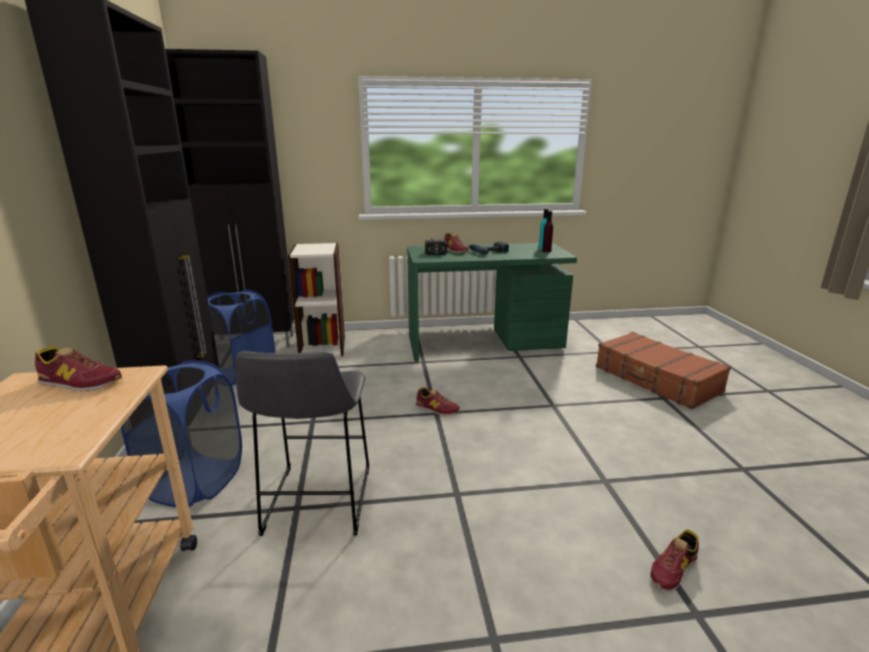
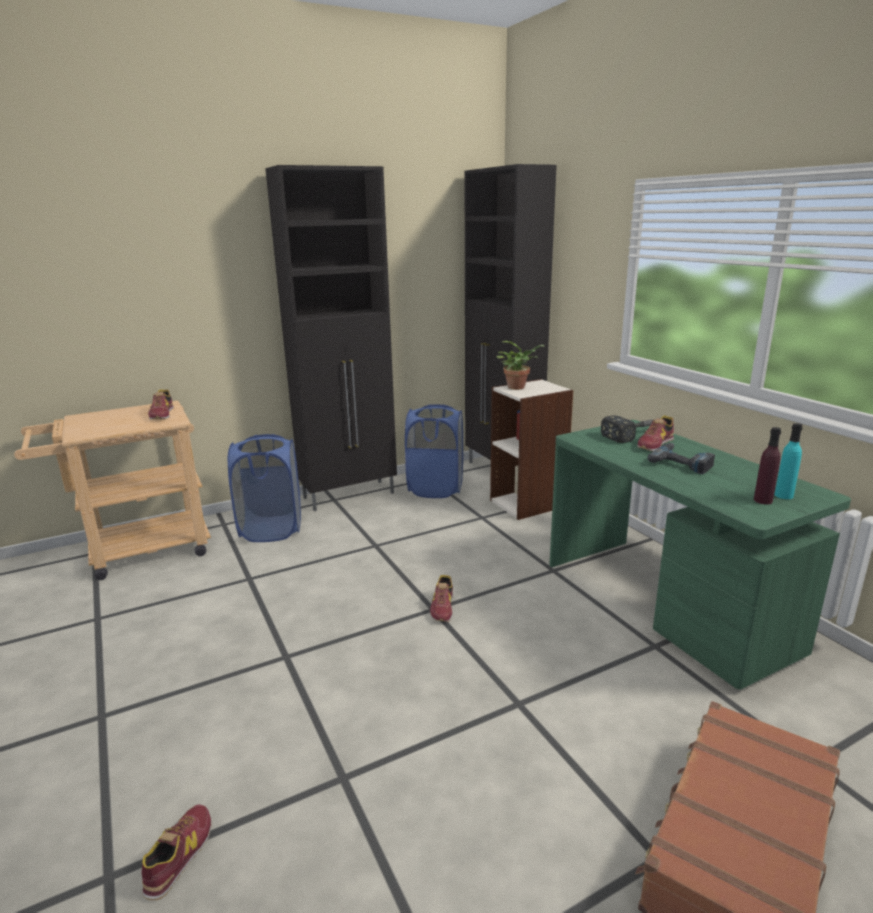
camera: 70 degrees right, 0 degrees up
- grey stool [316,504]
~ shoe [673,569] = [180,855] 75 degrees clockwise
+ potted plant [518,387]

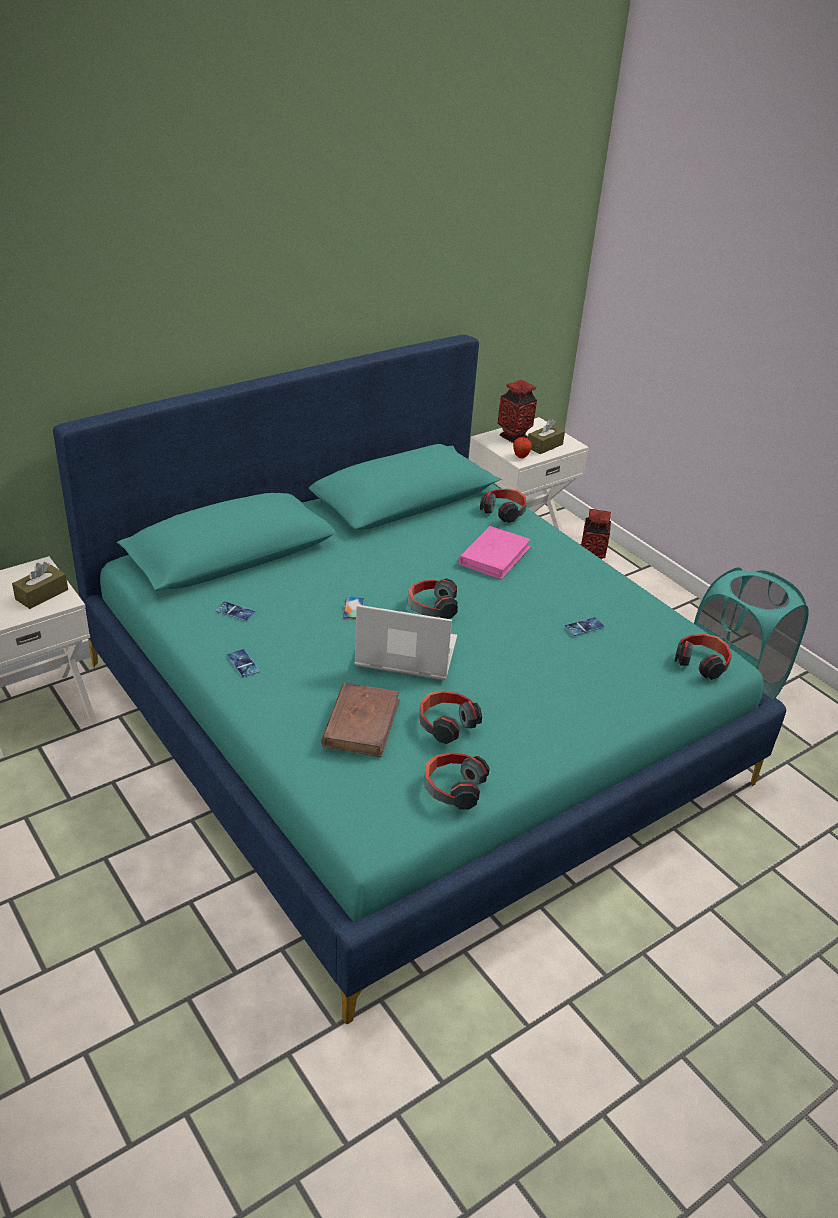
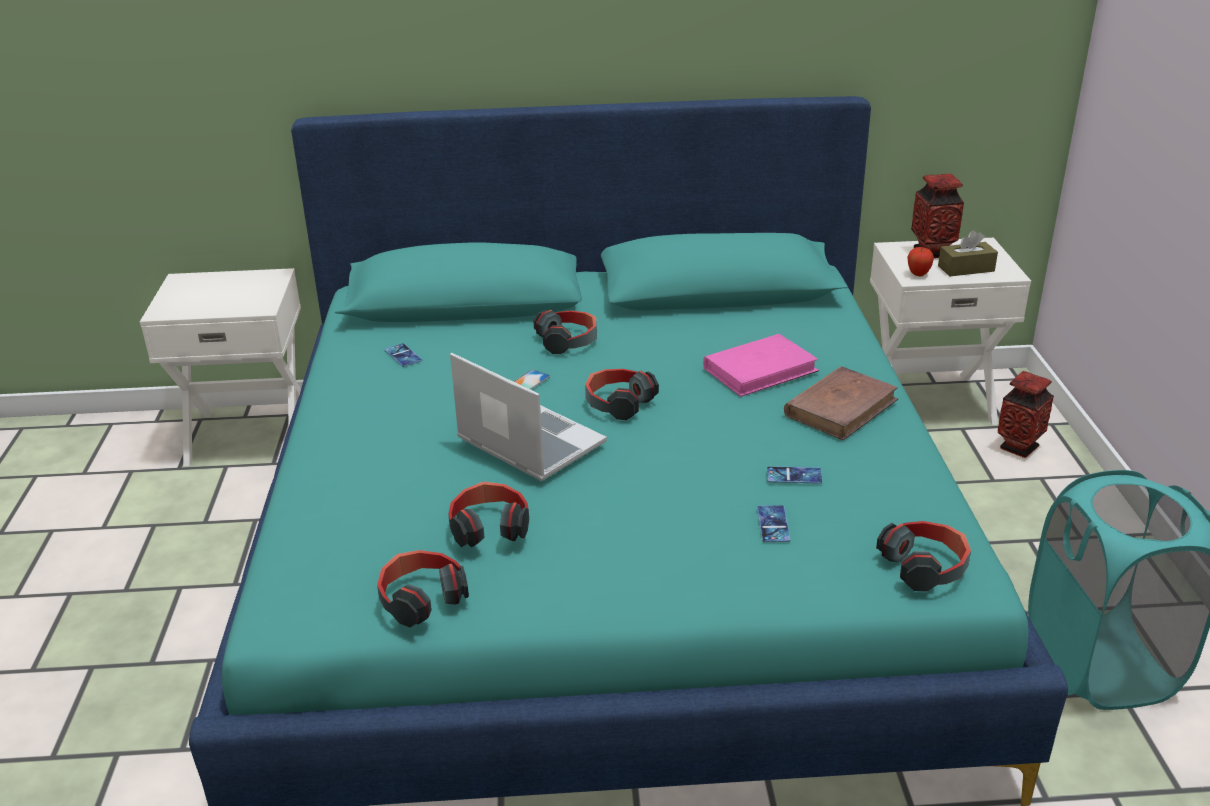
camera: 35 degrees right, 5 degrees down
~ headphones [504,511] to [568,341]
- brown tissue box [42,594]
~ phone [243,663] to [773,524]
~ brown book [361,723] to [841,408]

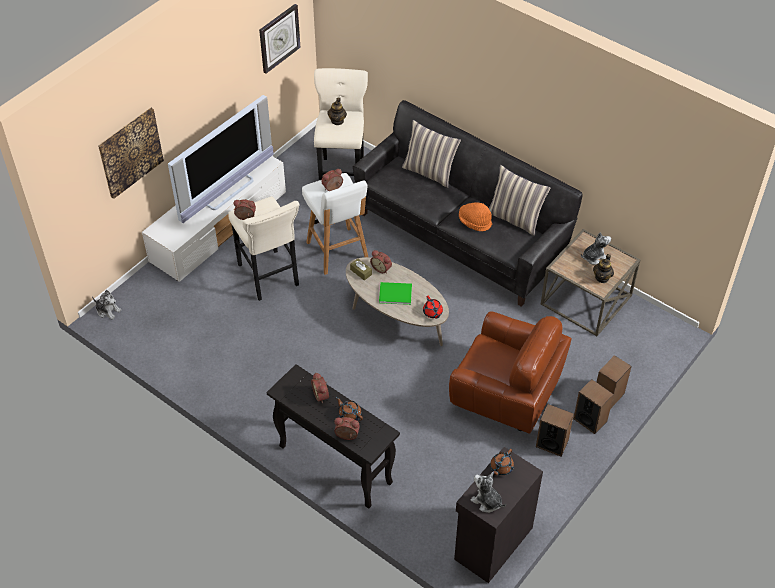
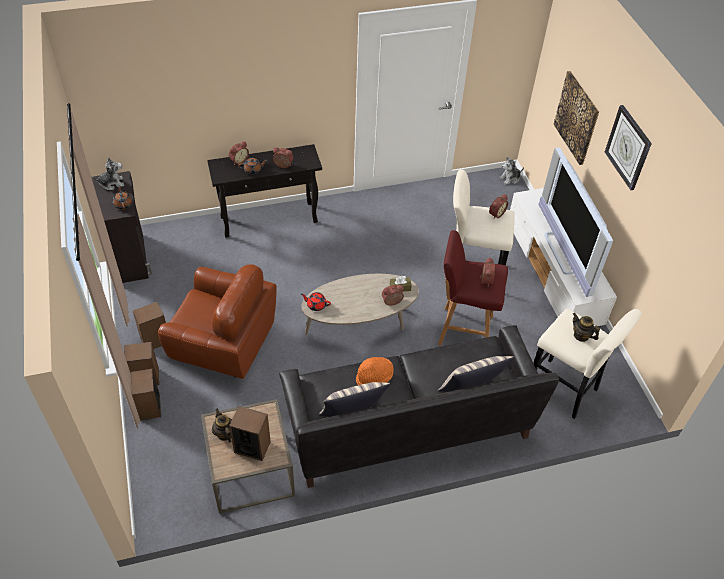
camera: 125 degrees right, 0 degrees up
~ wall clock [279,38] to [628,147]
~ white stool [338,252] to red stool [463,329]
~ plush toy [594,257] to speaker [252,447]
- green book [394,293]
~ brown armchair [506,393] = [223,343] 135 degrees counterclockwise

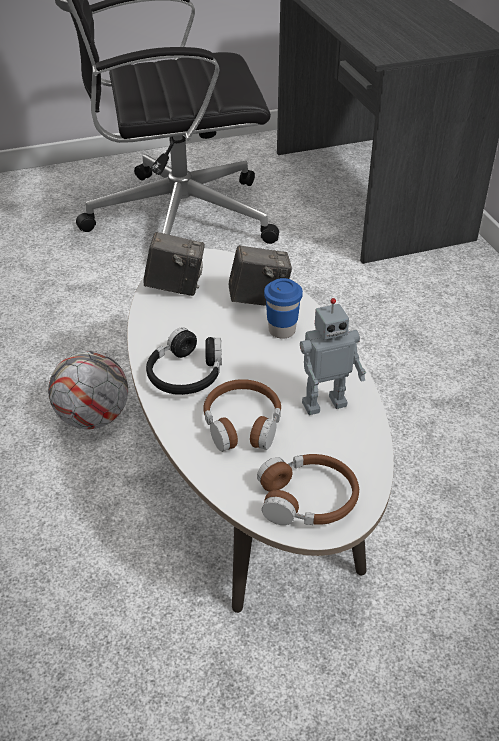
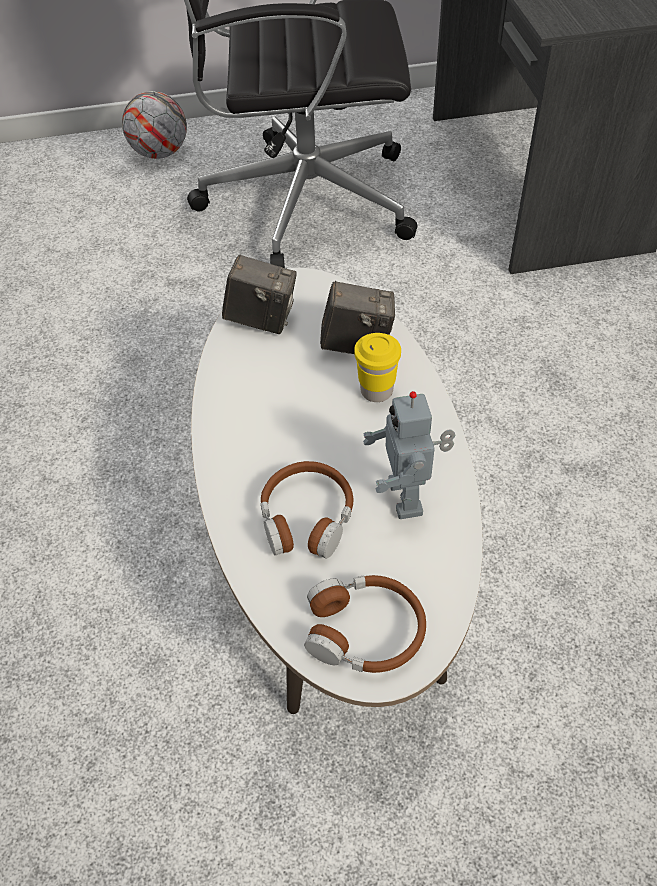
camera: 10 degrees right, 10 degrees up
~ blue cup [282,330] to yellow cup [376,391]
~ toy robot [323,403] = [408,497] 90 degrees clockwise
- black headphones [186,374]
~ football [93,417] to [160,153]

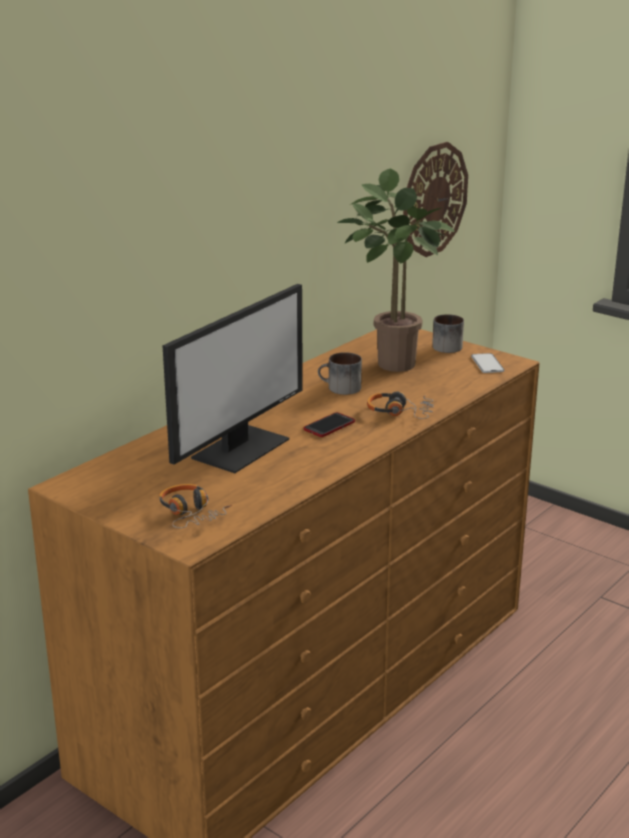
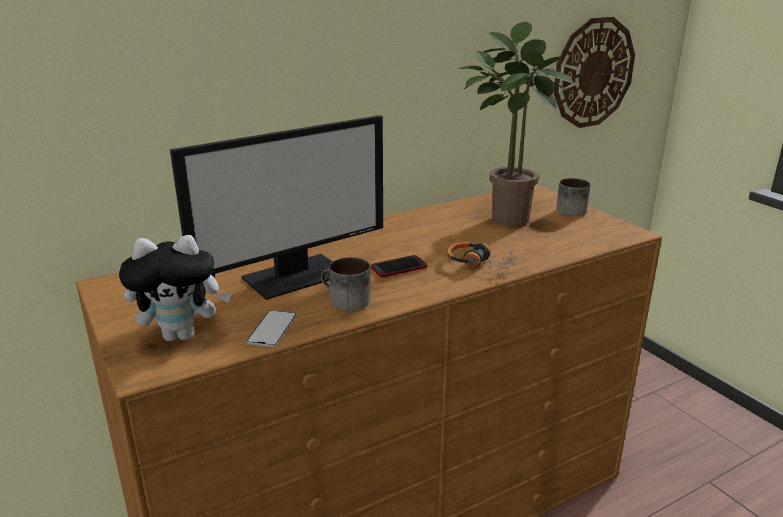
camera: 20 degrees right, 0 degrees up
~ mug [340,388] to [344,300]
~ phone [487,364] to [272,329]
~ headphones [191,513] to plush toy [182,335]

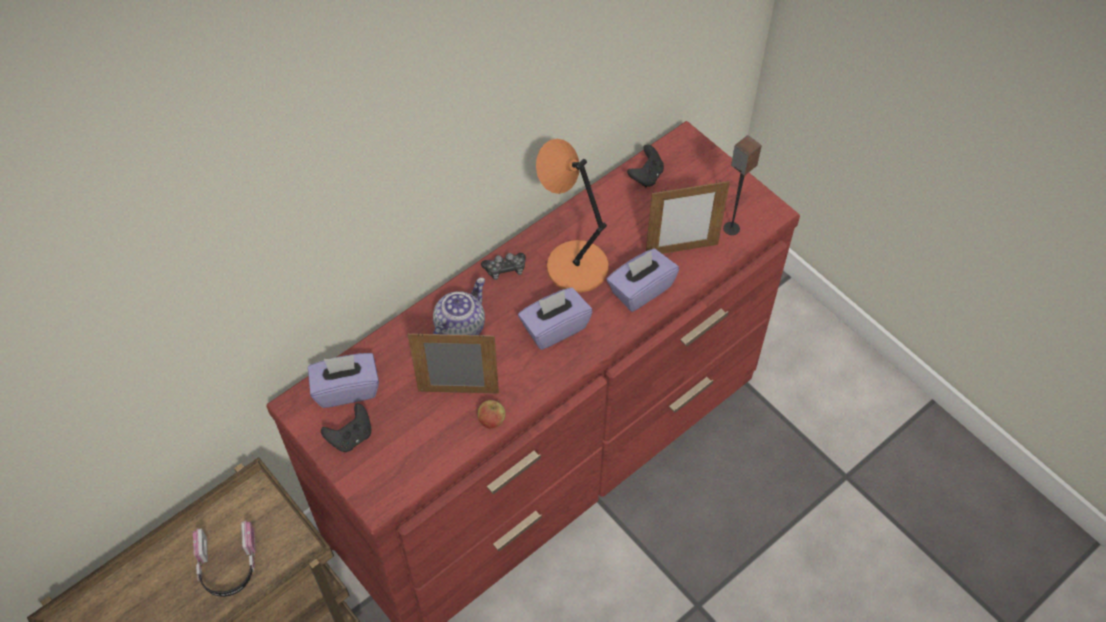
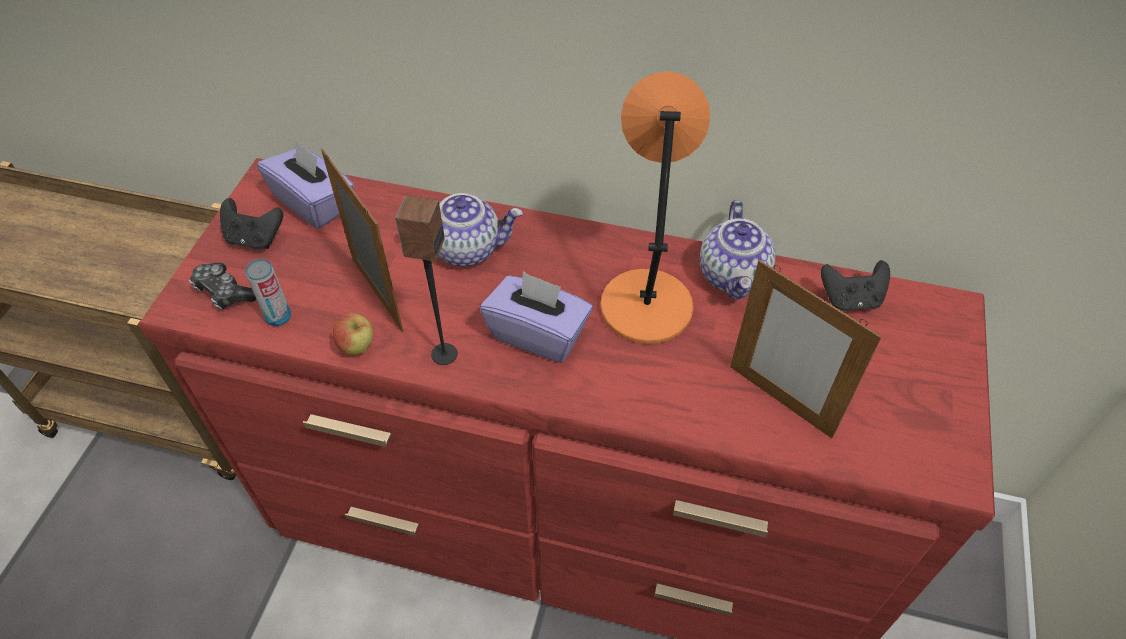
camera: 55 degrees right, 5 degrees down
~ speaker [731,228] to [443,354]
- purple tissue box [640,289]
~ game controller [505,269] to [225,292]
- headphones [228,566]
+ teapot [734,276]
+ can [278,317]

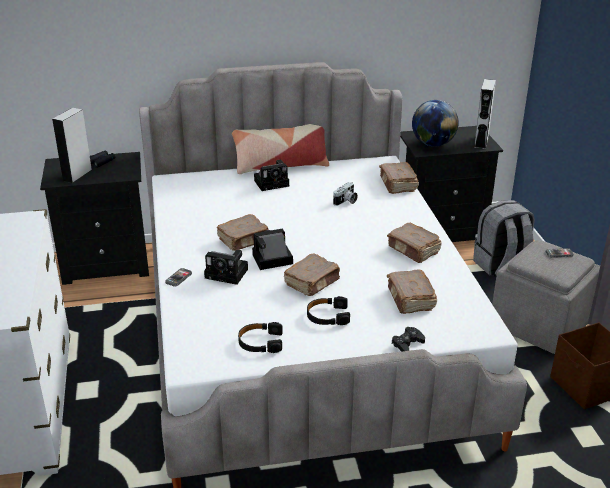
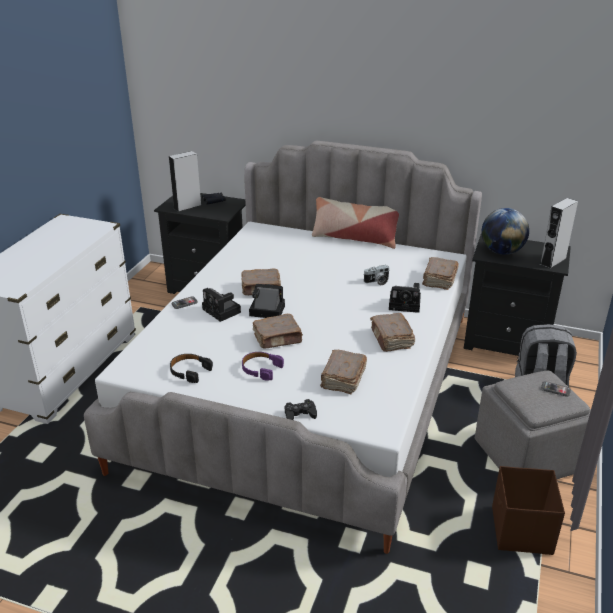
camera: 30 degrees right, 0 degrees up
~ photo camera [273,183] to [406,304]
~ black headphones [327,316] to purple headphones [261,369]

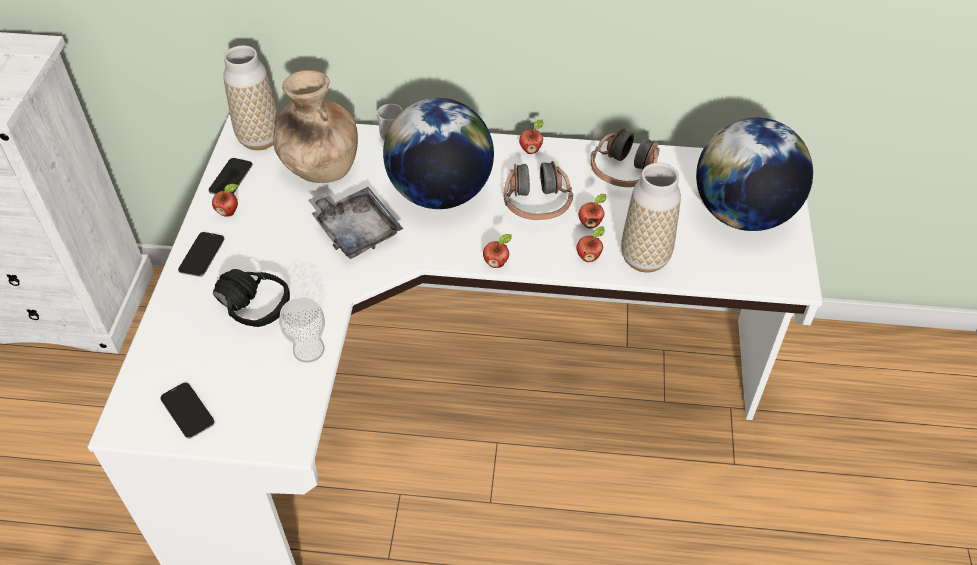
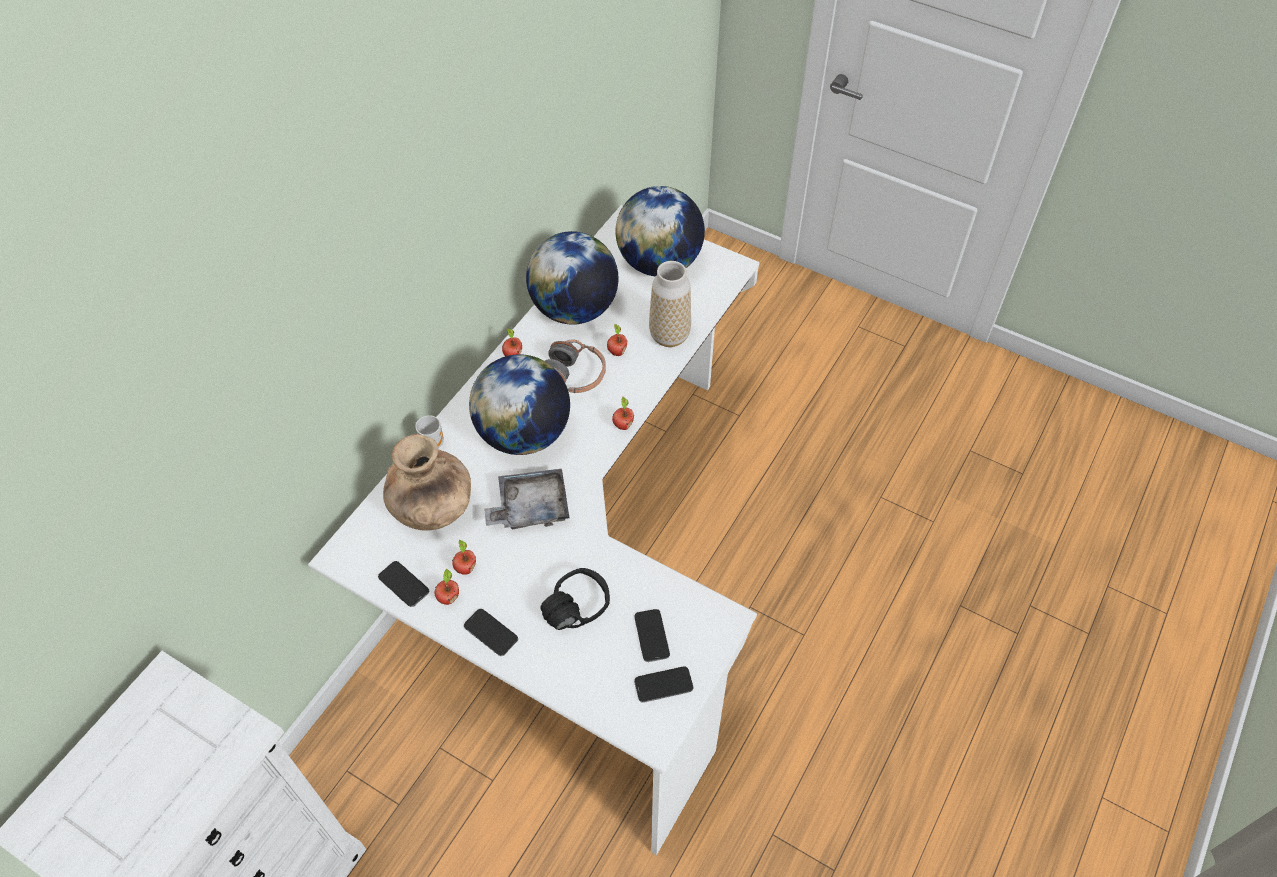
camera: 65 degrees left, 5 degrees up
- vase [260,139]
~ headphones [623,171] to globe [574,309]
~ apple [589,257] to [465,568]
- cup [308,350]
+ phone [651,636]

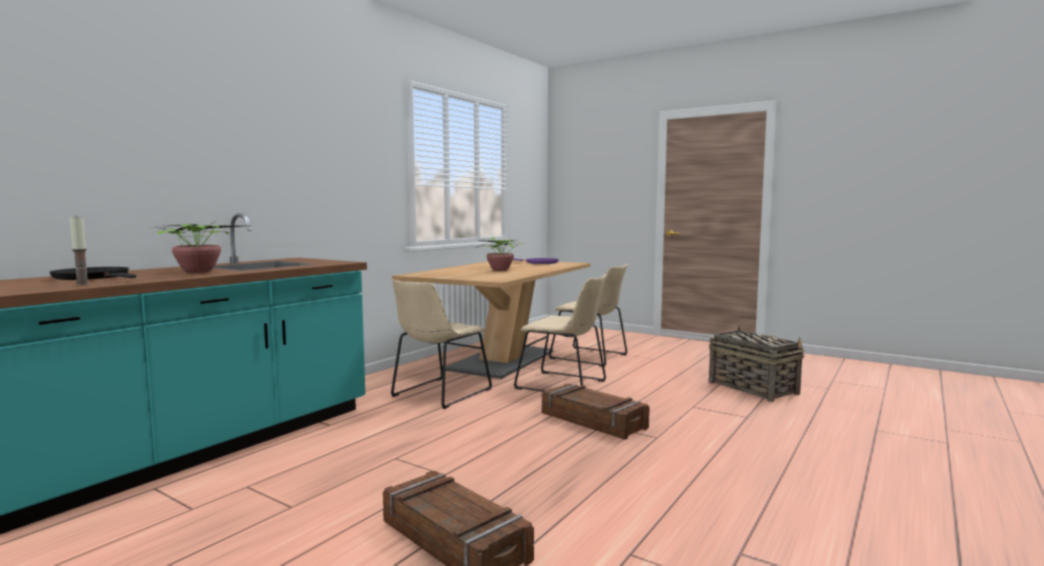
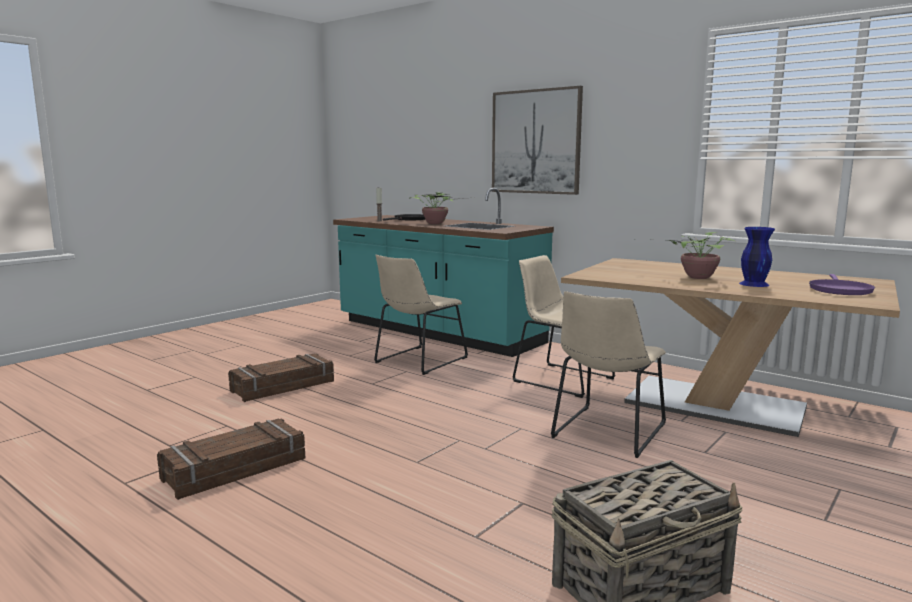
camera: 95 degrees right, 5 degrees up
~ beige chair [591,357] to [418,361]
~ crate [593,420] to [235,469]
+ picture [535,142]
+ blue vase [753,284]

